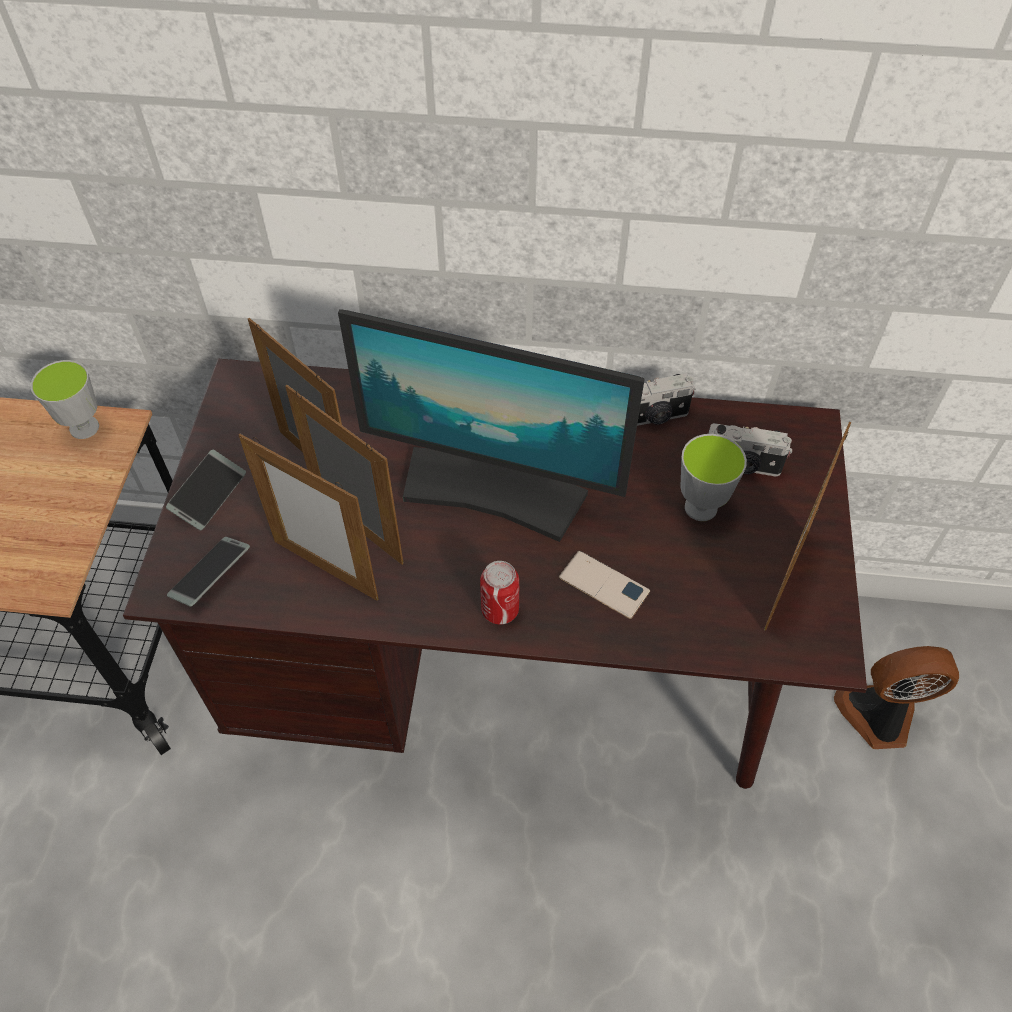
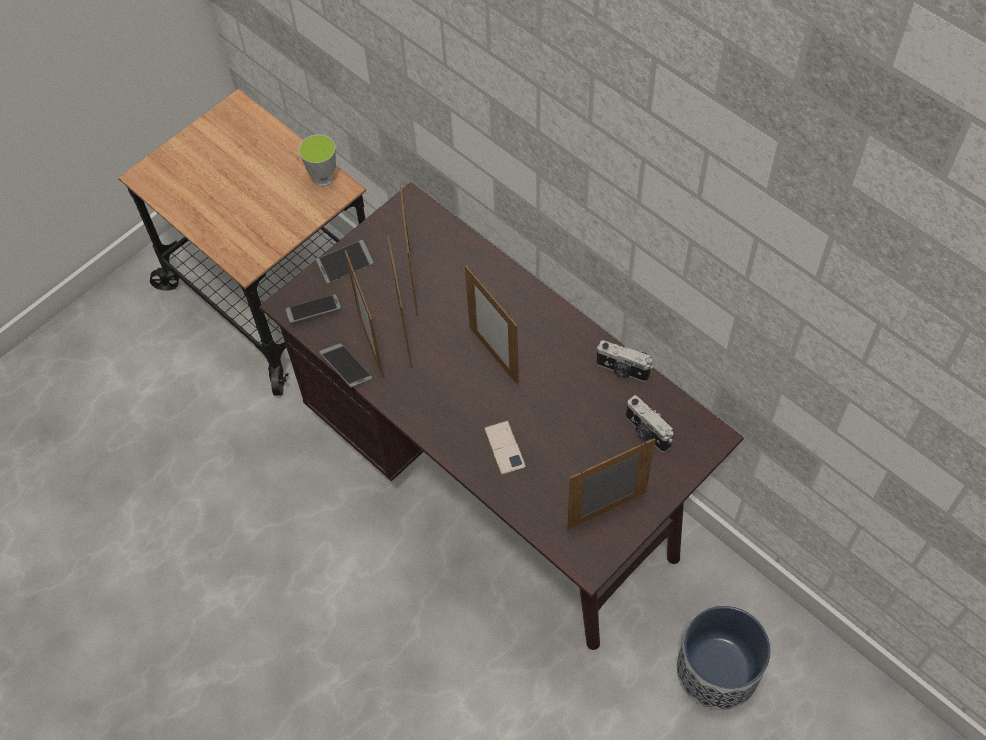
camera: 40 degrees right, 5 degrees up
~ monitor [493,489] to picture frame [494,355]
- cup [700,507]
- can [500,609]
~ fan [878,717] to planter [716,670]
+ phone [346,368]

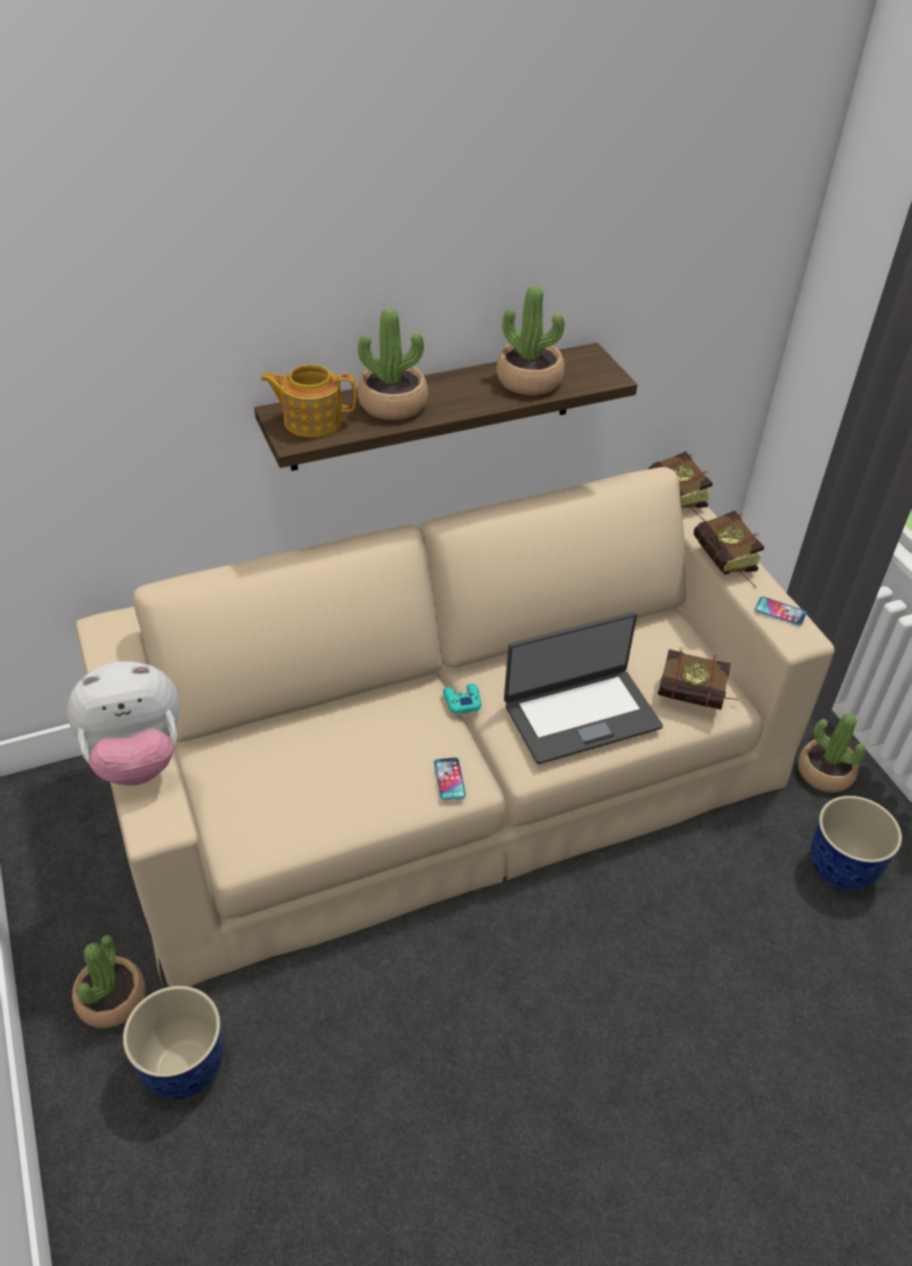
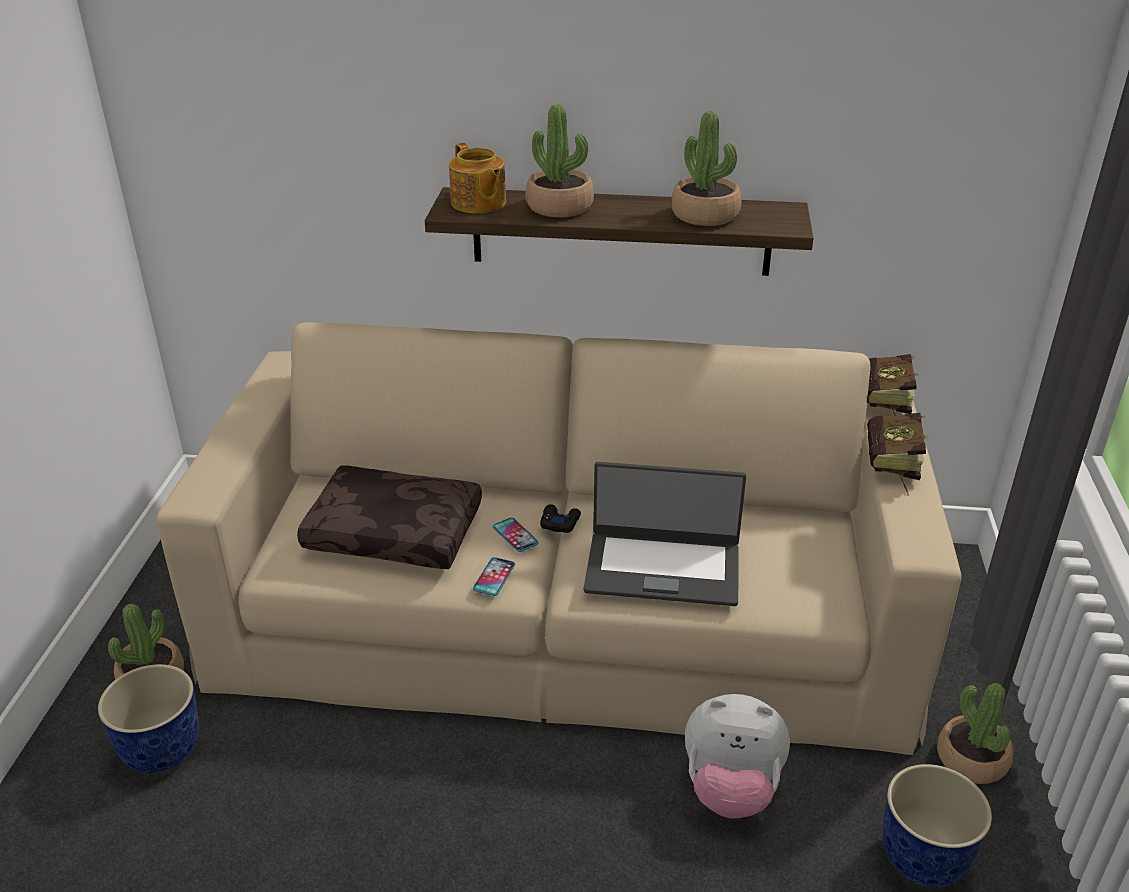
camera: 30 degrees right, 10 degrees down
~ teapot [311,420] = [478,203] 150 degrees counterclockwise
~ phone [780,612] to [515,535]
- book [697,699]
~ plush toy [136,758] to [731,790]
~ turquoise game controller [462,701] to black game controller [559,522]
+ brown pillow [396,531]

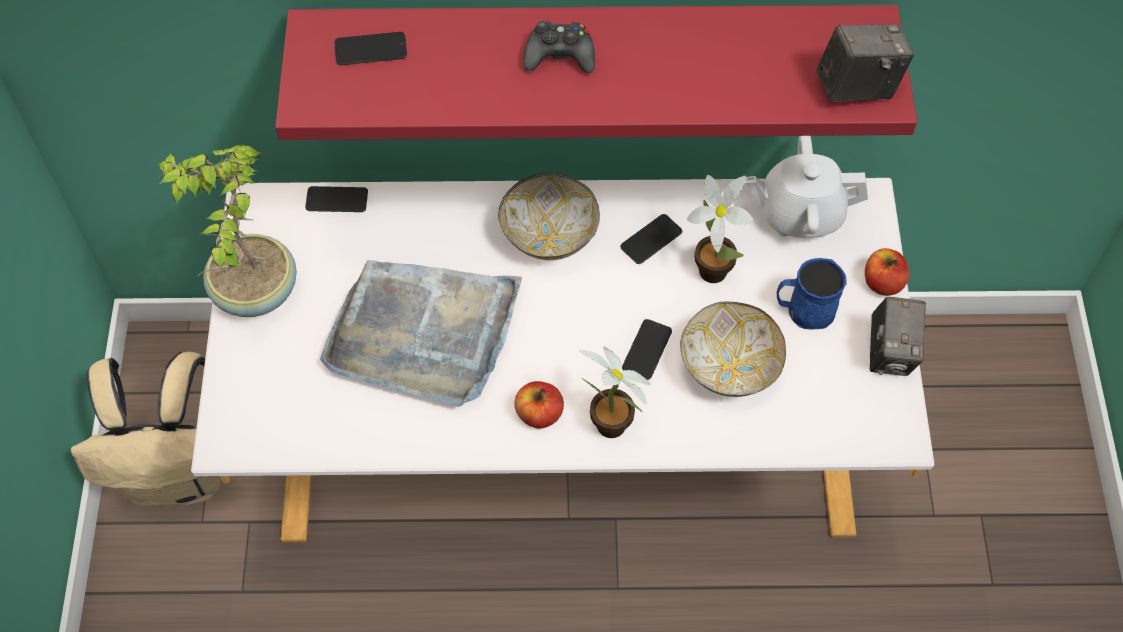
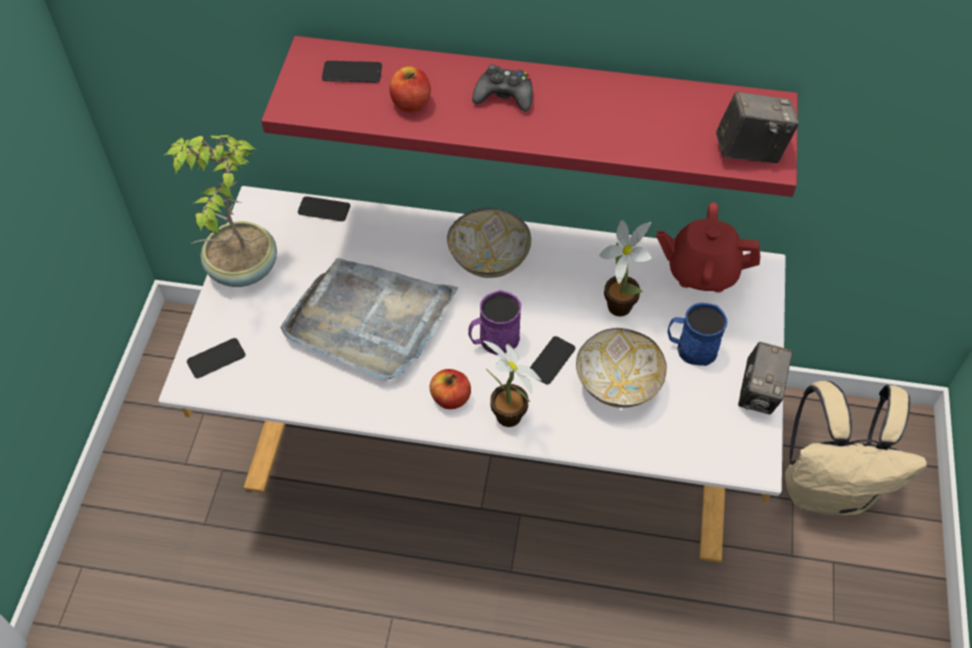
camera: 10 degrees right, 5 degrees down
~ white teapot [800,213] to red teapot [702,272]
~ phone [651,239] to [216,358]
~ apple [882,282] to [411,103]
~ beige backpack [179,475] to [828,490]
+ purple mug [493,340]

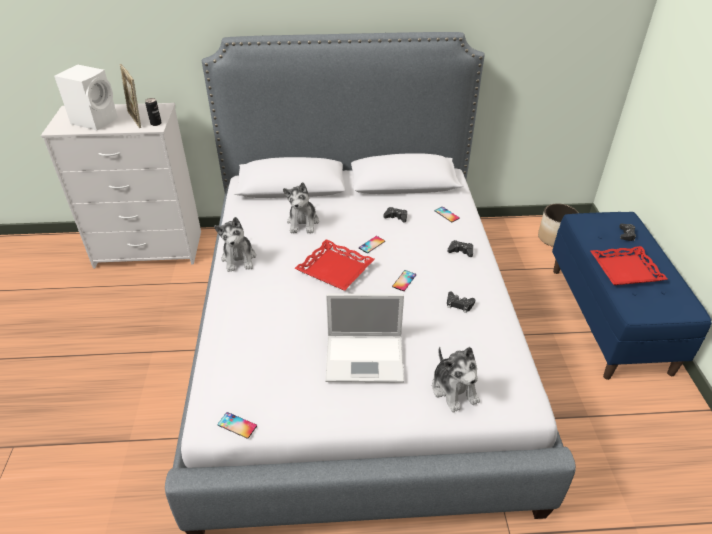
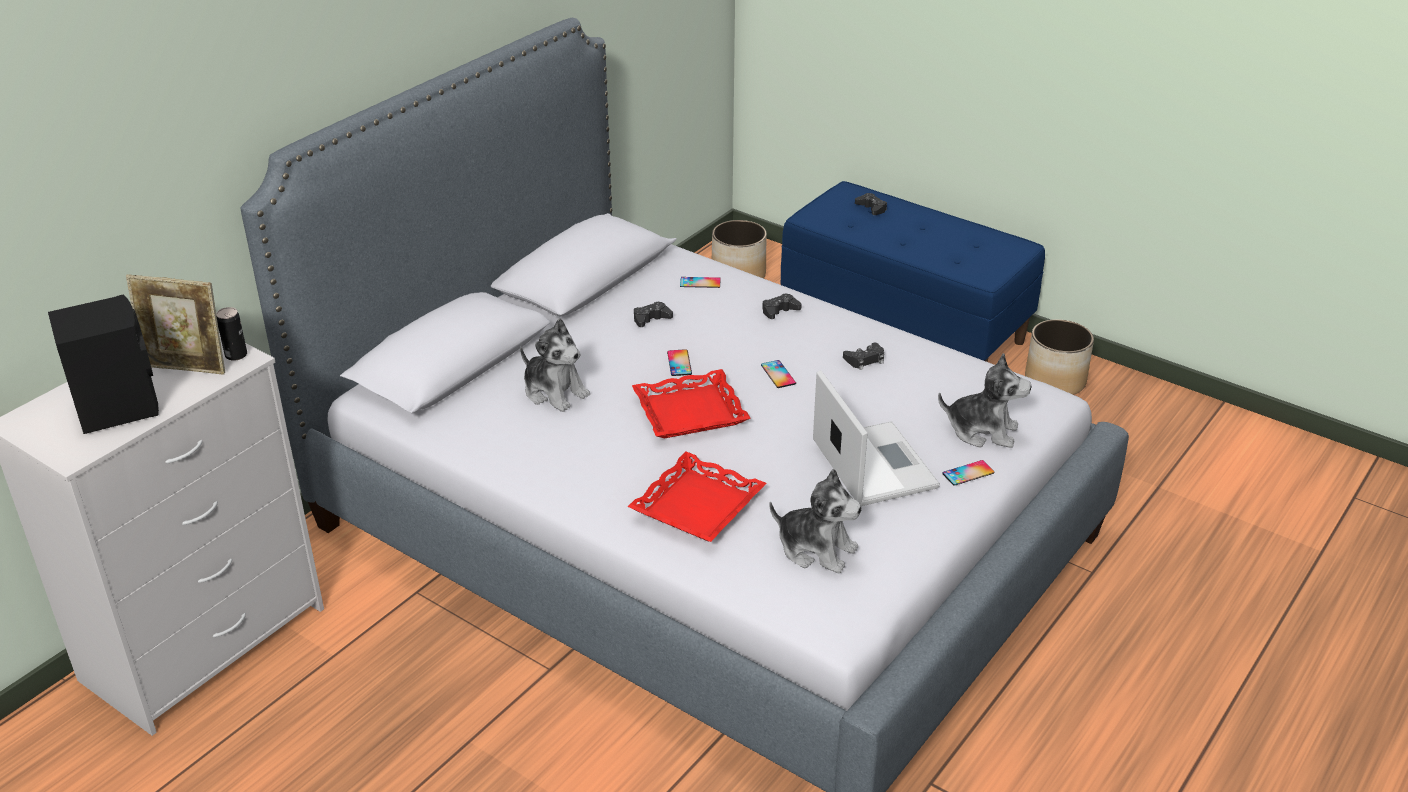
camera: 50 degrees left, 5 degrees down
~ white speaker [96,120] to black speaker [117,406]
~ plush toy [239,258] to [816,549]
~ red tray [625,270] to [698,506]
~ laptop [366,358] = [872,463] 60 degrees counterclockwise
~ phone [237,425] to [968,473]
+ planter [1055,381]

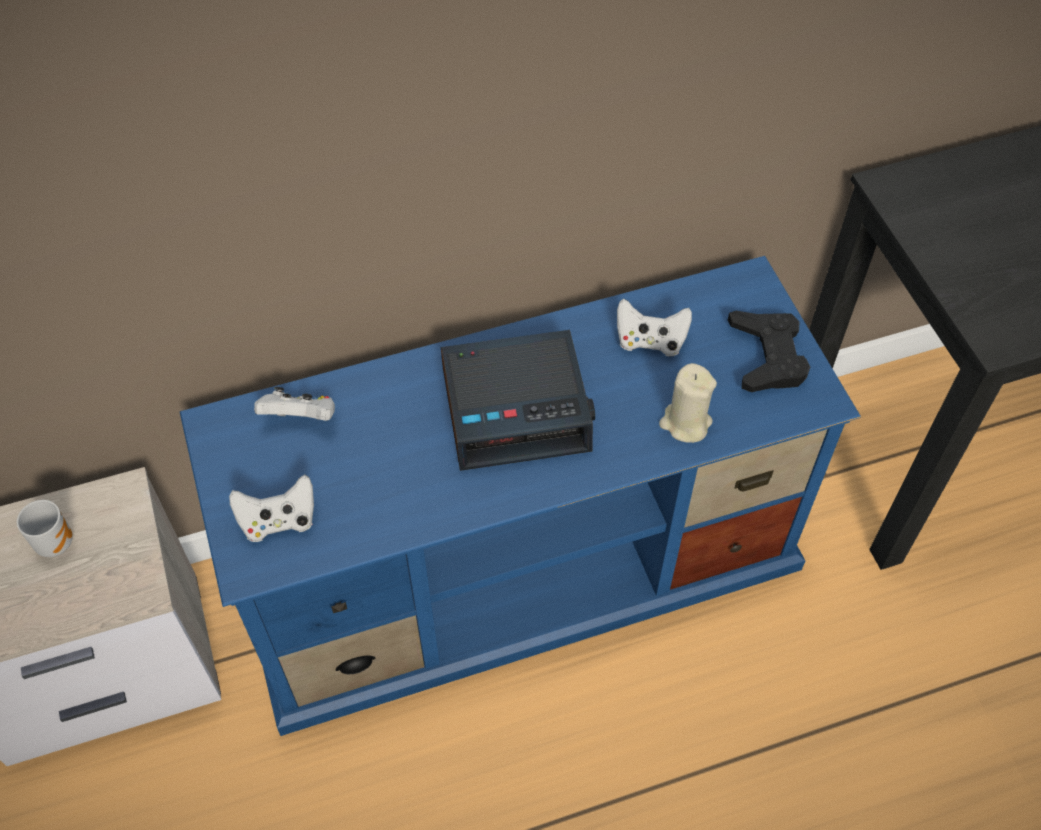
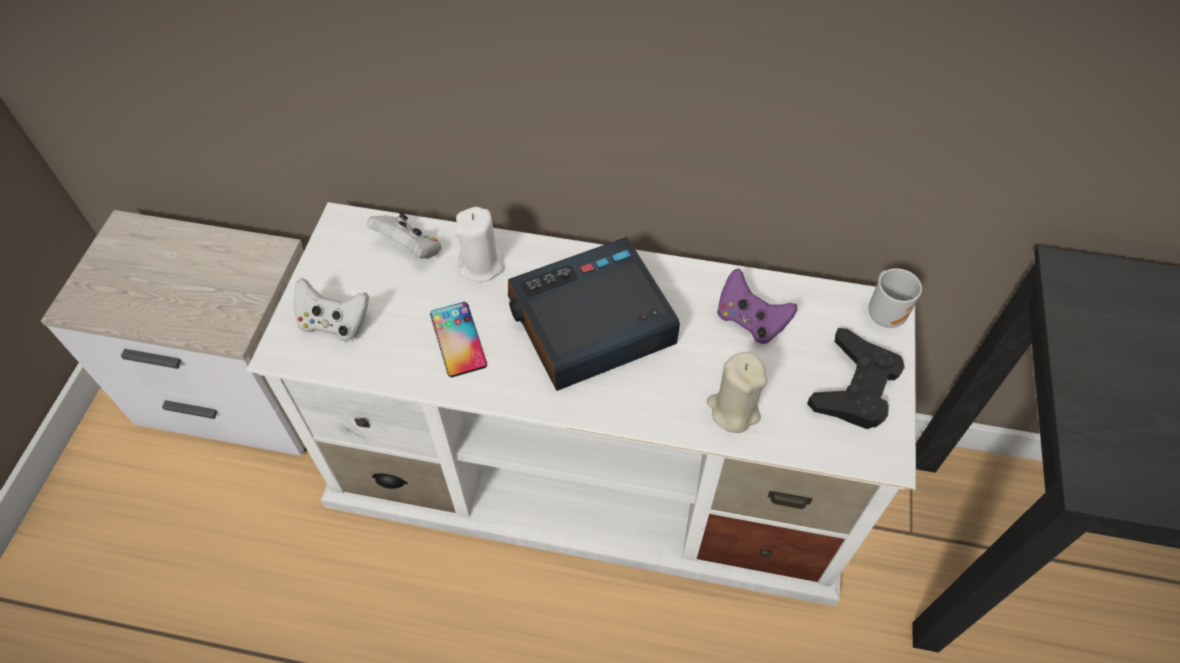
camera: 30 degrees right, 0 degrees up
~ blue tv stand [524,565] to white tv stand [593,473]
~ white game controller [650,341] to purple game controller [750,321]
~ alarm clock [517,408] = [590,324] 135 degrees clockwise
~ mug [56,541] to [885,314]
+ white candle [481,265]
+ phone [458,339]

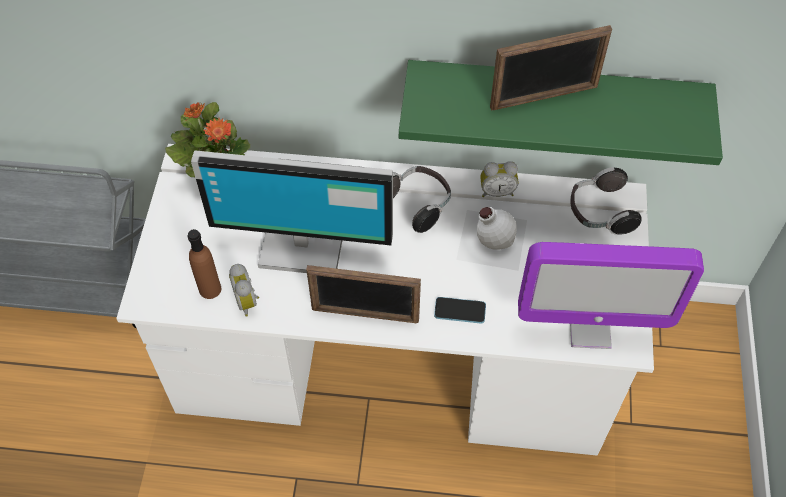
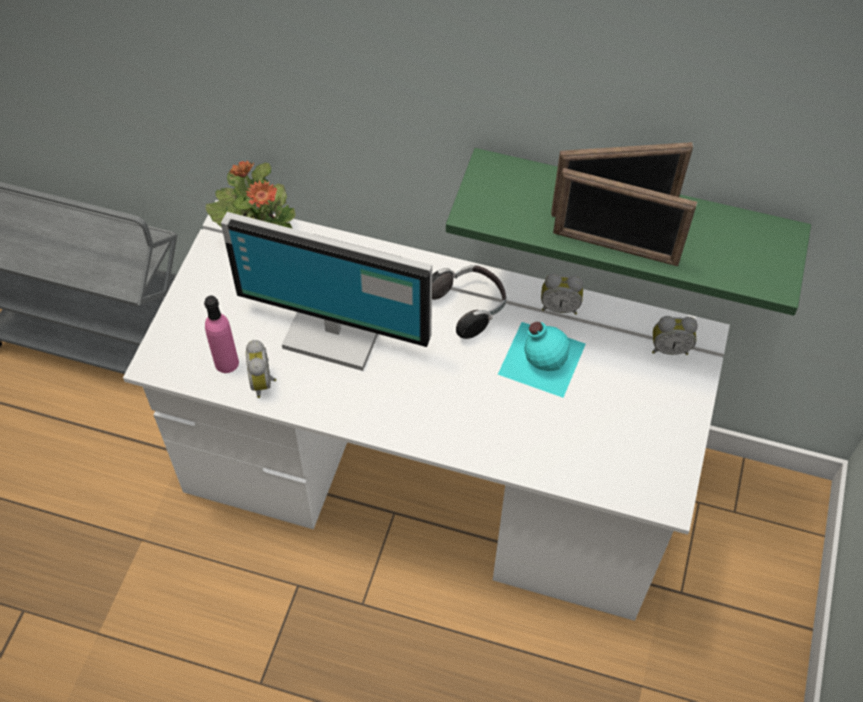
camera: 10 degrees right, 0 degrees up
~ headphones [599,212] to alarm clock [669,348]
~ white bottle [491,238] to turquoise bottle [541,357]
~ brown bottle [210,289] to pink bottle [226,363]
- monitor [589,328]
~ picture frame [365,315] to [615,248]
- phone [460,311]

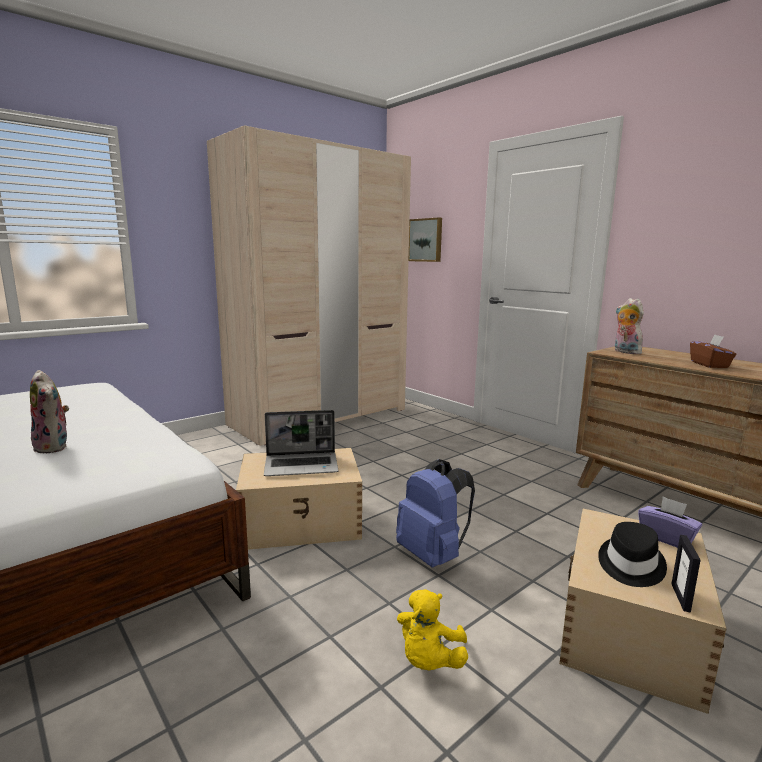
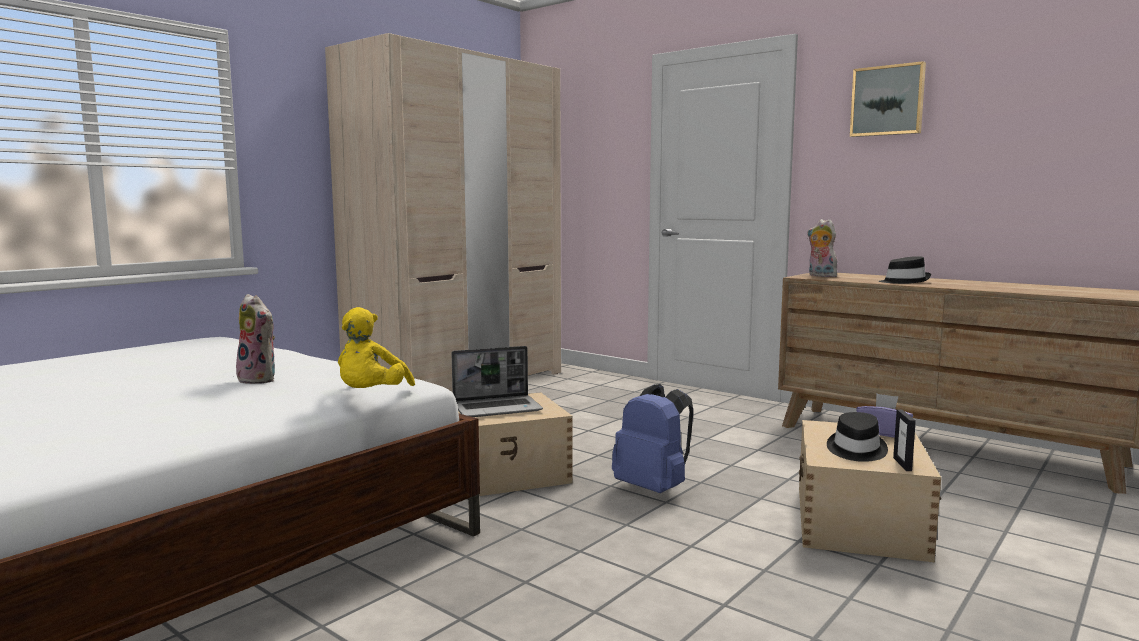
camera: 10 degrees left, 5 degrees down
~ picture [426,240] to [887,101]
~ brown tissue box [709,365] to black hat [903,281]
~ yellow plush toy [429,661] to [371,396]

